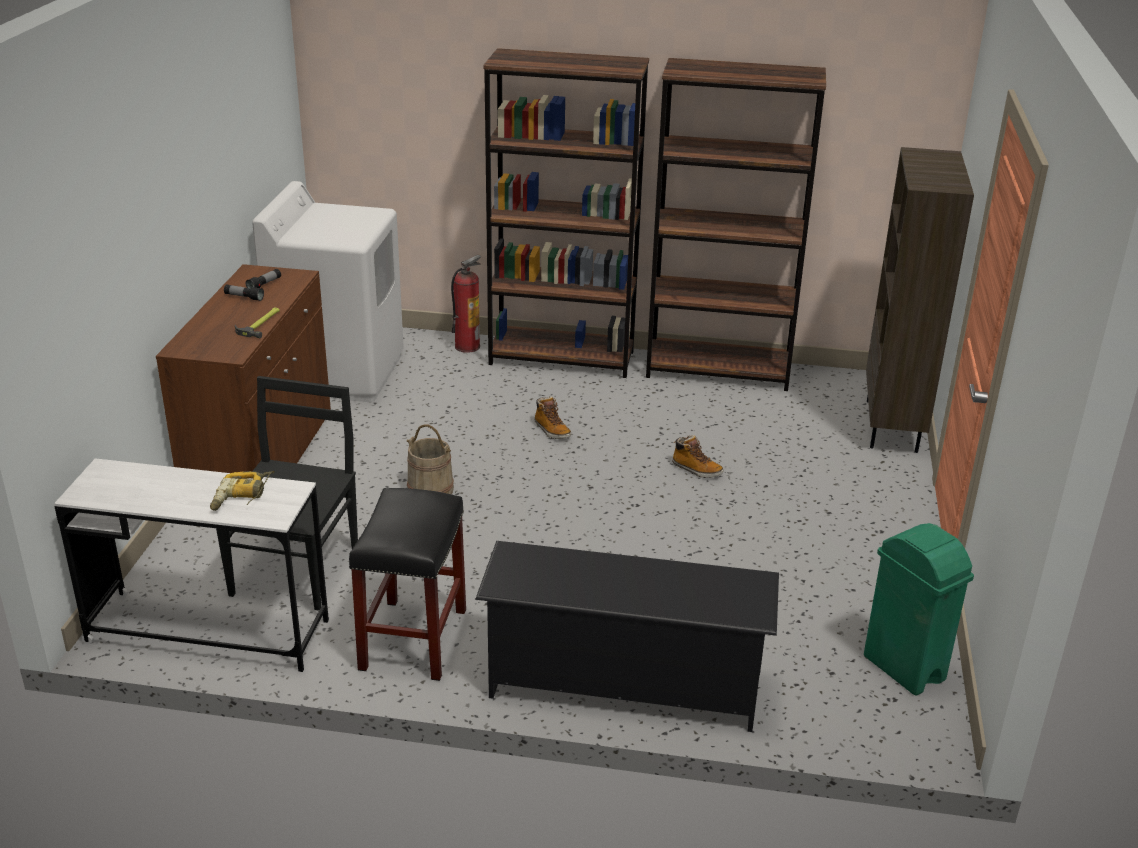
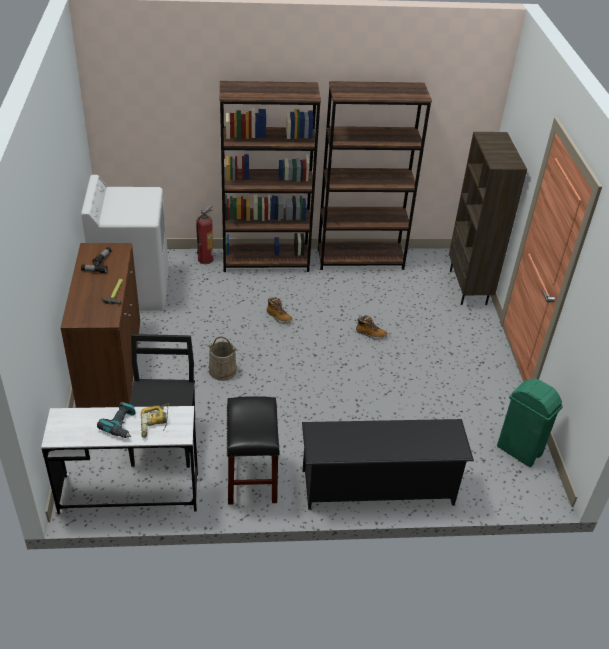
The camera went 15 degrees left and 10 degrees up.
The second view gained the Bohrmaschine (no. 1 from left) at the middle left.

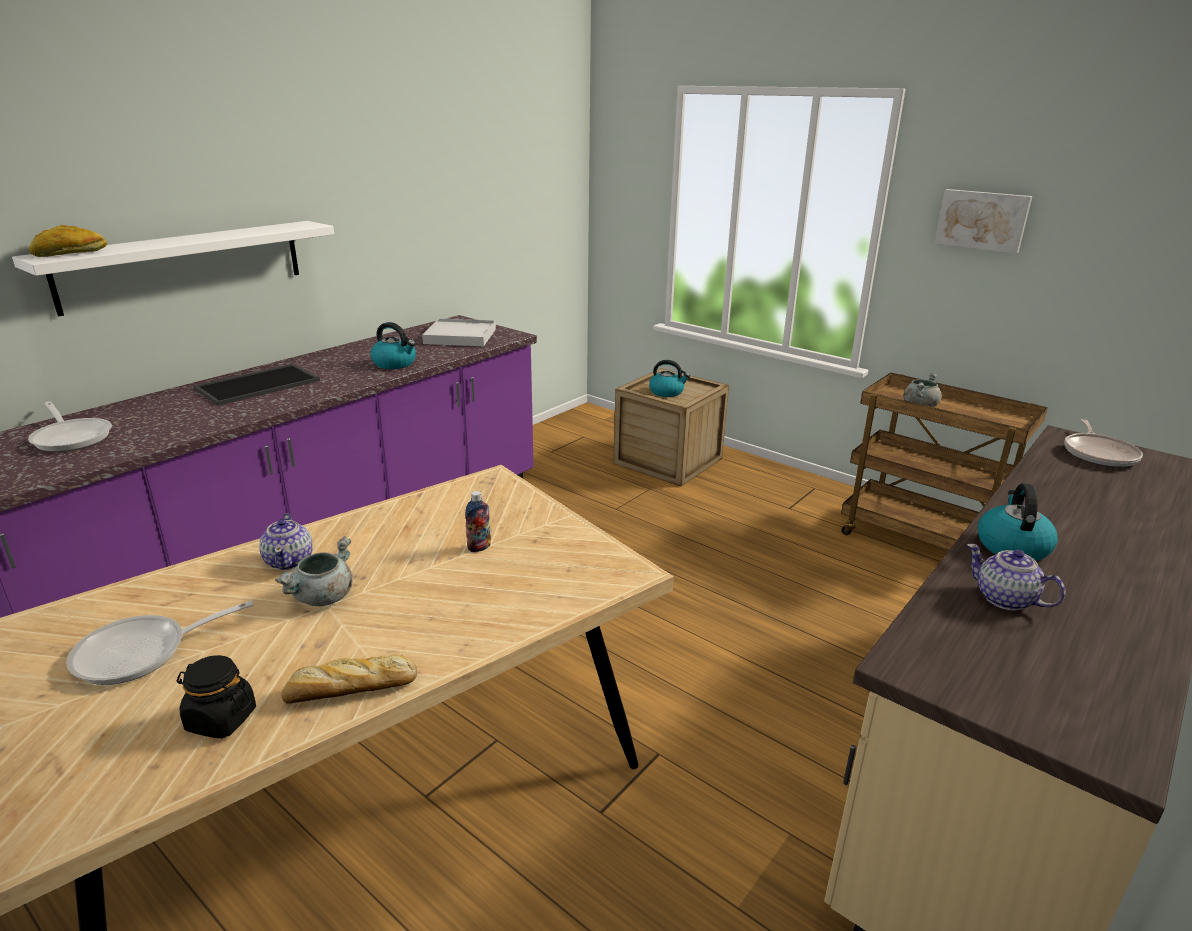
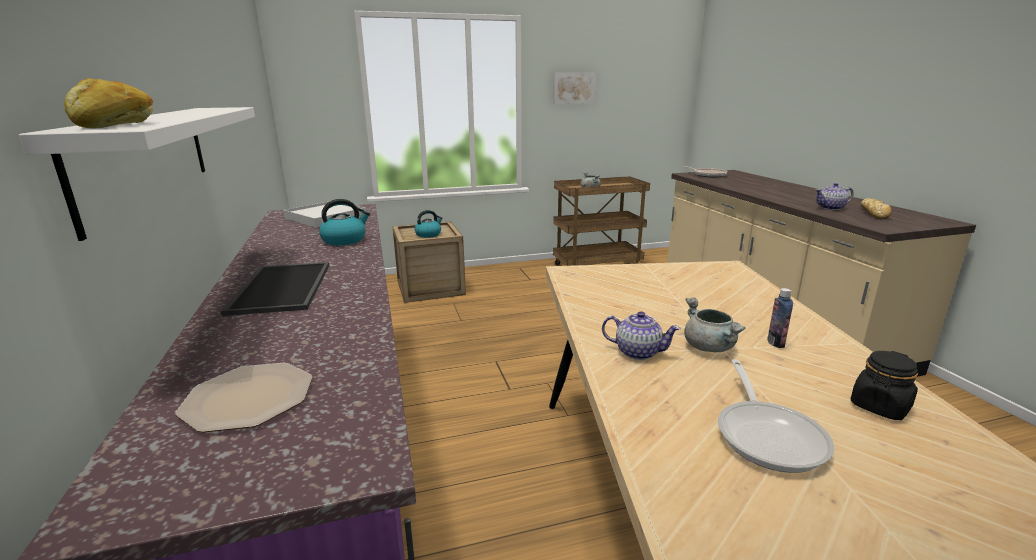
The camera went 55 degrees left and 5 degrees down.
Where the Pfanne (no. 1 from left) stood at the middle left, the Teller came to stand at the bottom left.
The Flasche ended up elsewhere, having gone from the centre to the middle right.
The Brot (no. 2 from left) ended up elsewhere, having gone from the bottom left to the middle right.
The second view lost the Wasserkessel (no. 3 from left) at the middle right.

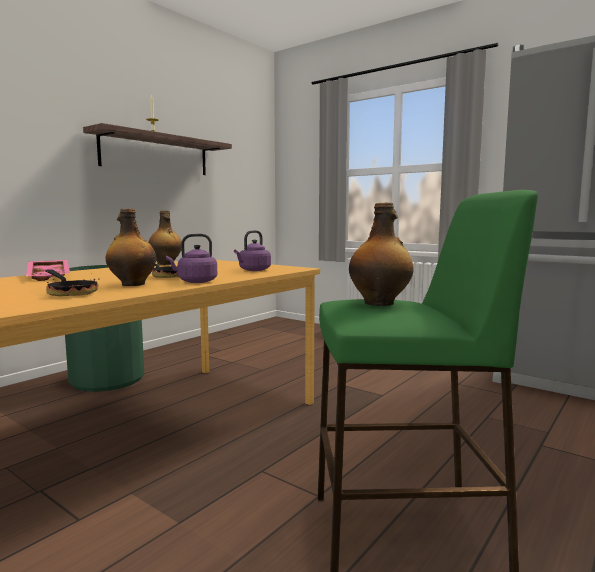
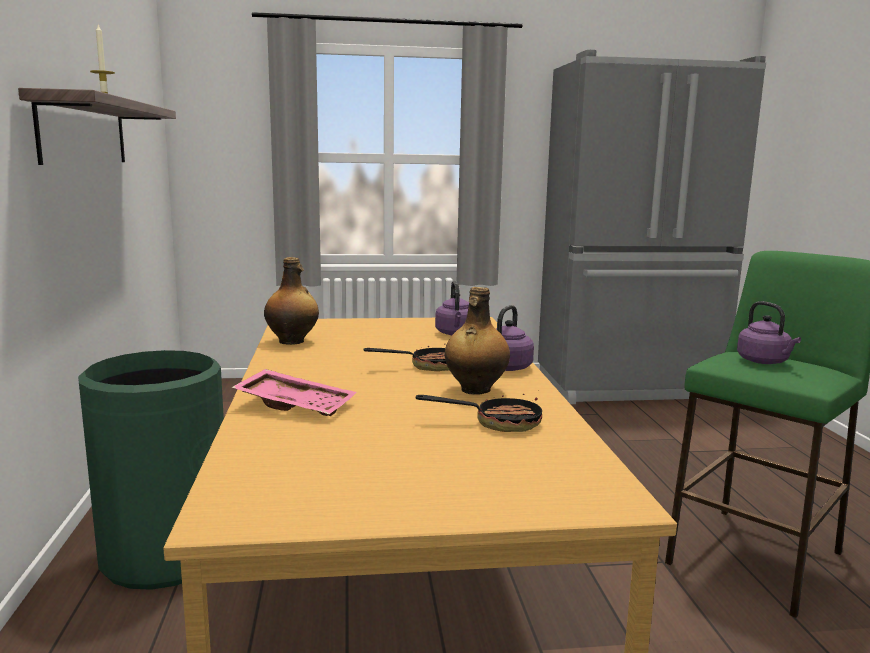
The camera went 45 degrees left and 5 degrees up.
Where the Flasche (no. 3 from left) stood at the centre, the Wasserkessel (lila) (no. 3 from left) came to stand at the middle right.

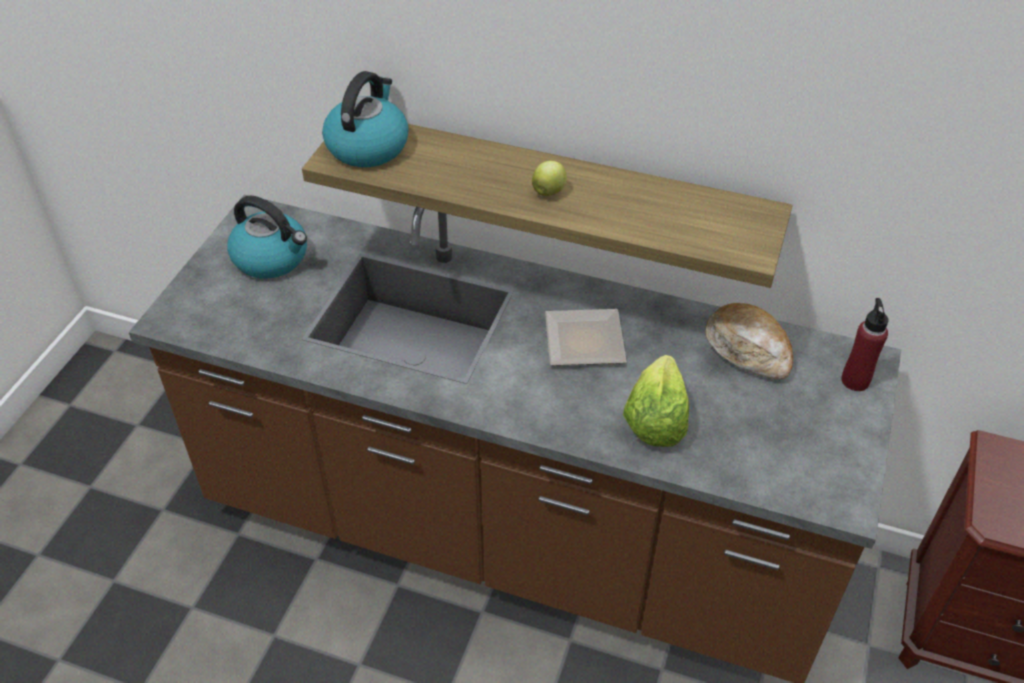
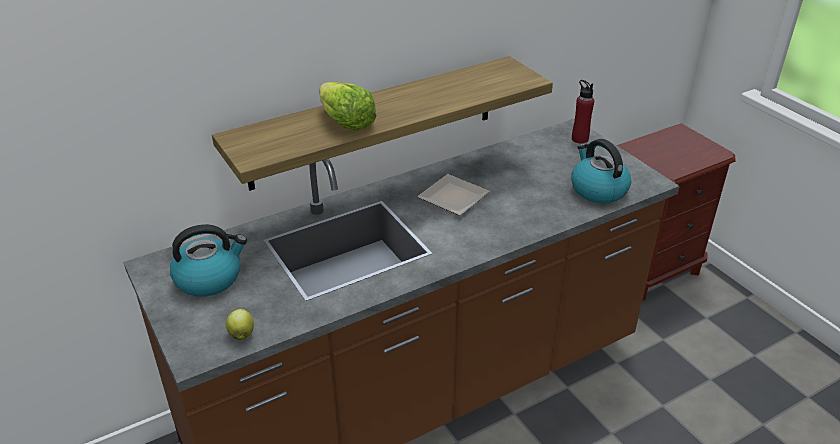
The camera went 50 degrees left and 10 degrees down.
The Apfel ended up elsewhere, having gone from the top centre to the bottom left.
The Salatkopf ended up elsewhere, having gone from the centre to the top centre.
The Wasserkessel (no. 2 from left) ended up elsewhere, having gone from the top centre to the middle right.
The second view lost the Brot at the middle right.

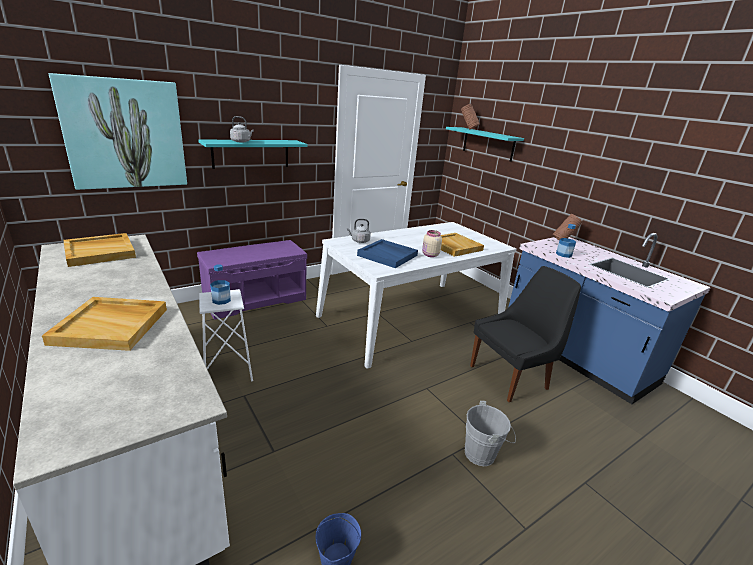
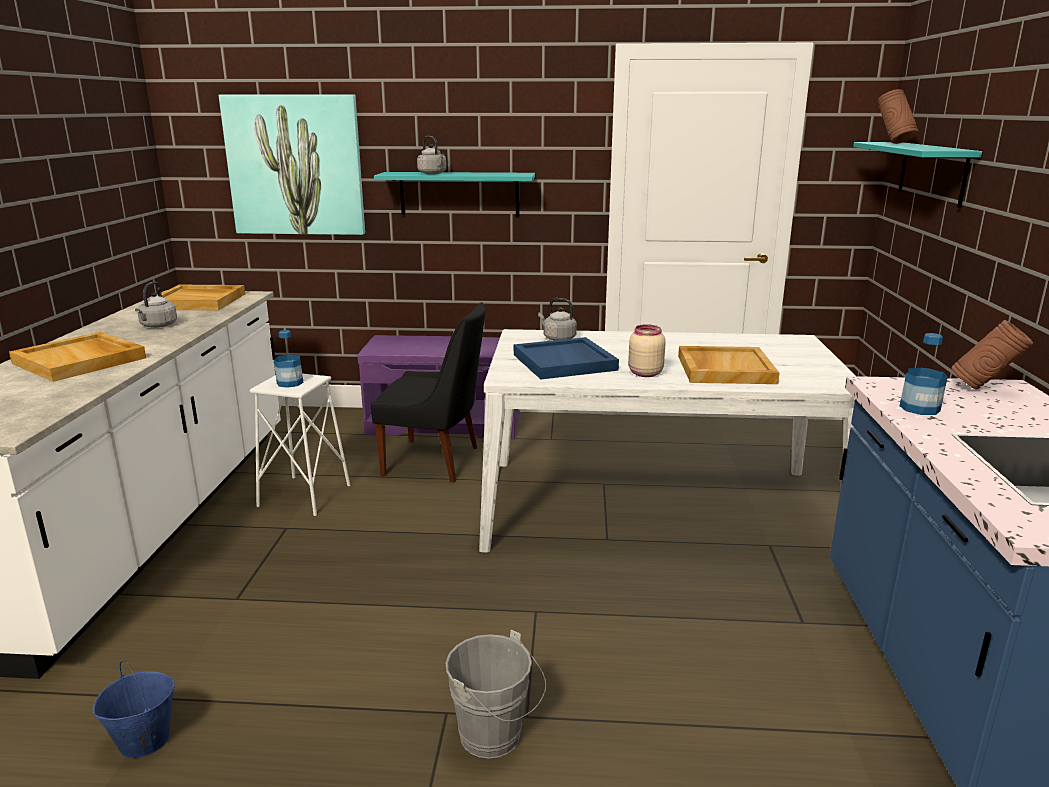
The camera went 40 degrees right and 5 degrees down.
The second view gained the Wasserkessel (grau) (no. 1 from left) at the middle left.
The Stuhl (schwarz) ended up elsewhere, having gone from the middle right to the centre.

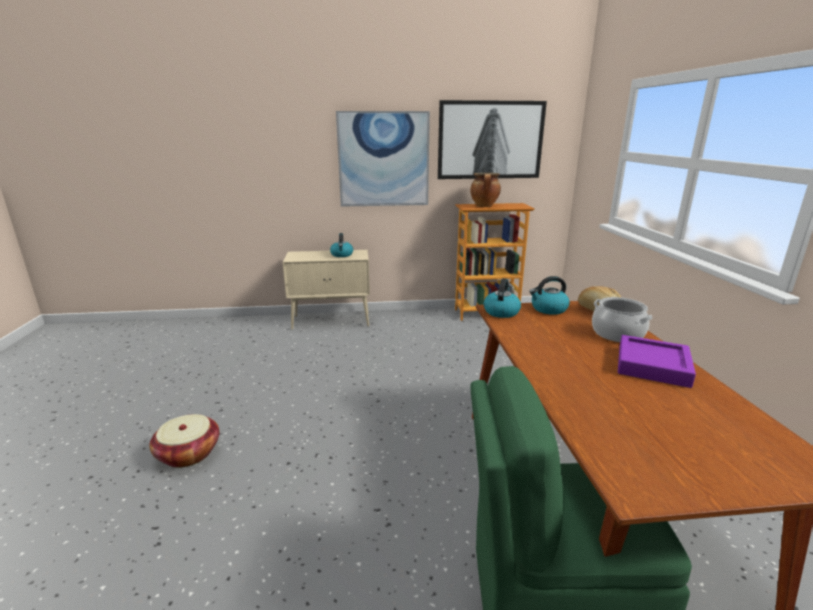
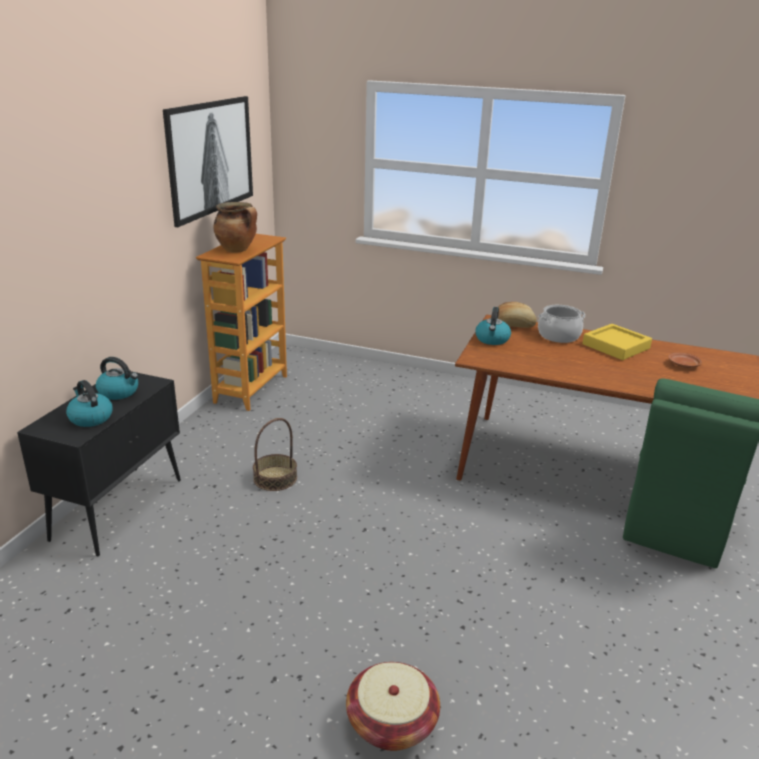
The camera went 65 degrees left and 5 degrees up.
What was the Schrank (beige) at the centre turned into the Schrank (schwarz) at the middle left.
The Wasserkessel (no. 2 from left in the first image) ended up elsewhere, having gone from the centre to the middle left.
The second view gained the Korb (no. 1 from left) at the centre.
What was the Tablett (lila) at the middle right turned into the Tablett (gelb) at the middle right.
The second view gained the Teller (braun) at the middle right.
The second view lost the Bild (no. 1 from left) at the top centre.

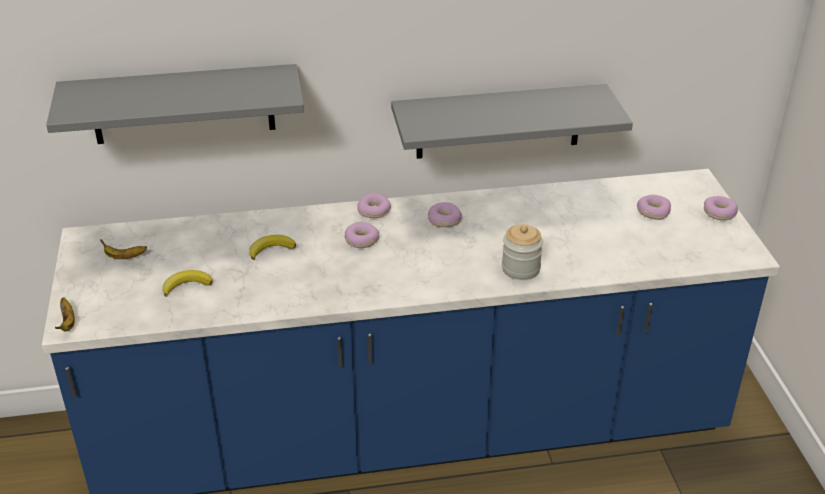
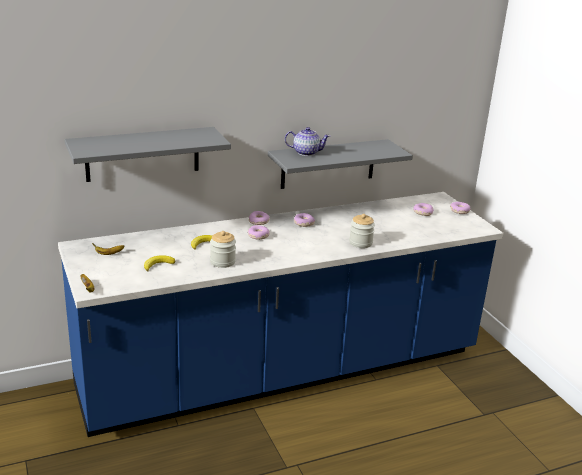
The camera went 15 degrees left and 10 degrees down.
The second view gained the Vorratsglas (no. 1 from left) at the centre.
The second view gained the Teekanne at the top centre.

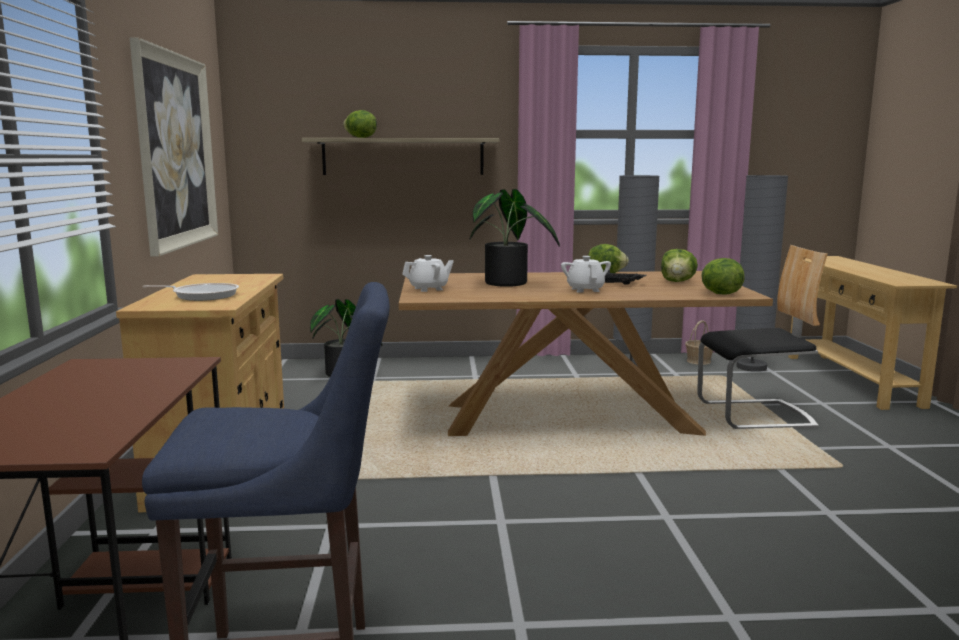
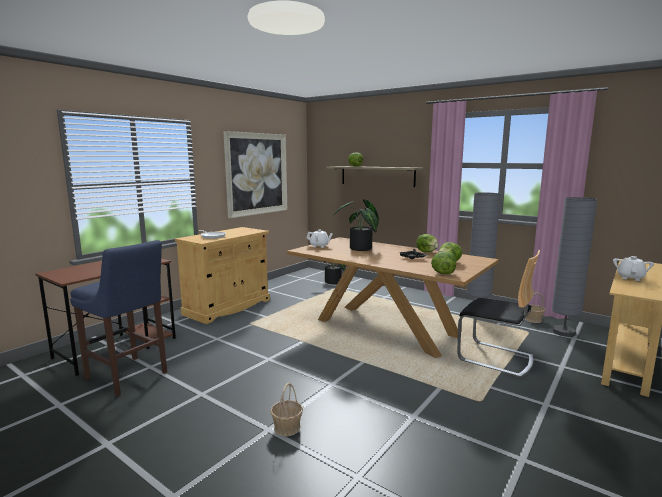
The camera went 40 degrees right and 0 degrees up.
The second view gained the Korb (no. 1 from left) at the bottom centre.
The Teekanne (weiß) (no. 2 from left) ended up elsewhere, having gone from the centre to the middle right.

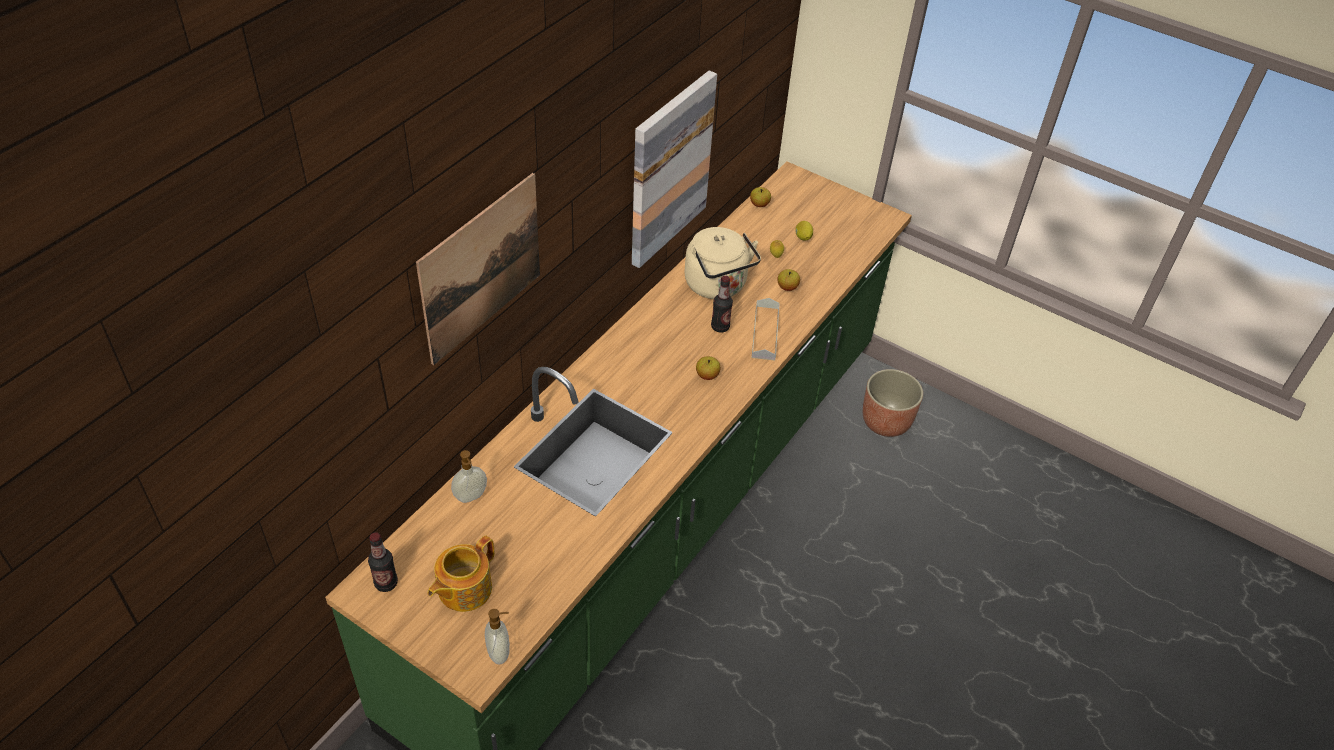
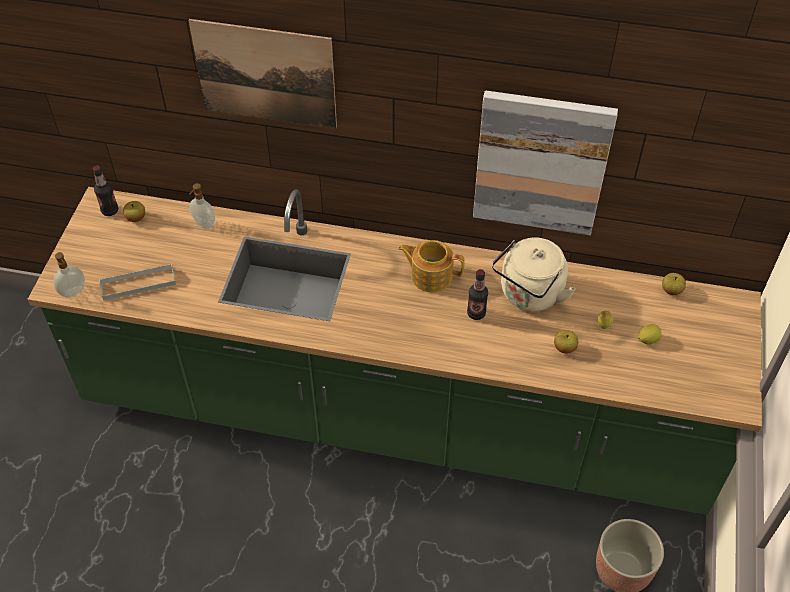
The camera went 70 degrees right and 5 degrees up.
The Tablett (grau) ended up elsewhere, having gone from the centre to the middle left.
The Apfel (no. 1 from left) ended up elsewhere, having gone from the centre to the middle left.
The Teekanne ended up elsewhere, having gone from the bottom centre to the centre.

